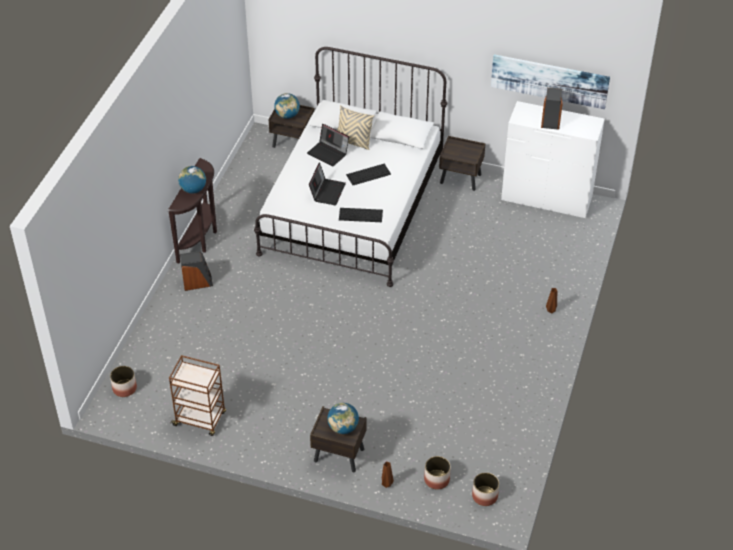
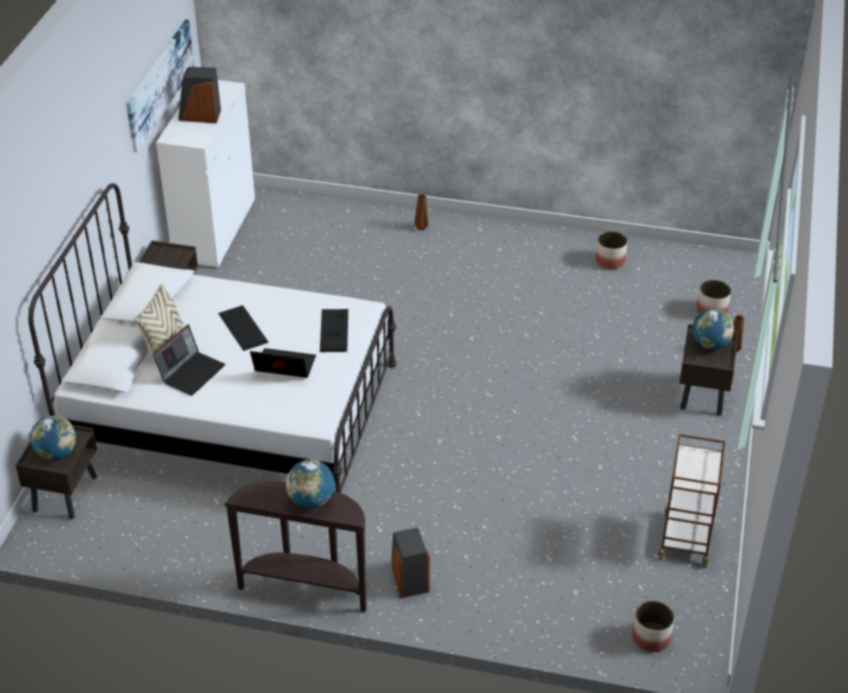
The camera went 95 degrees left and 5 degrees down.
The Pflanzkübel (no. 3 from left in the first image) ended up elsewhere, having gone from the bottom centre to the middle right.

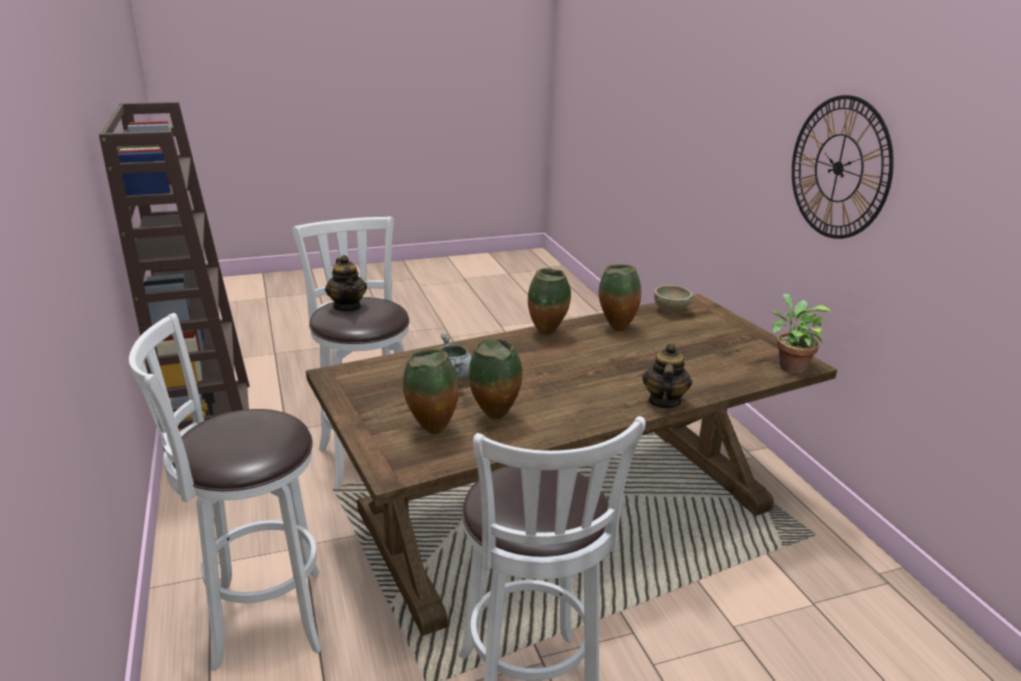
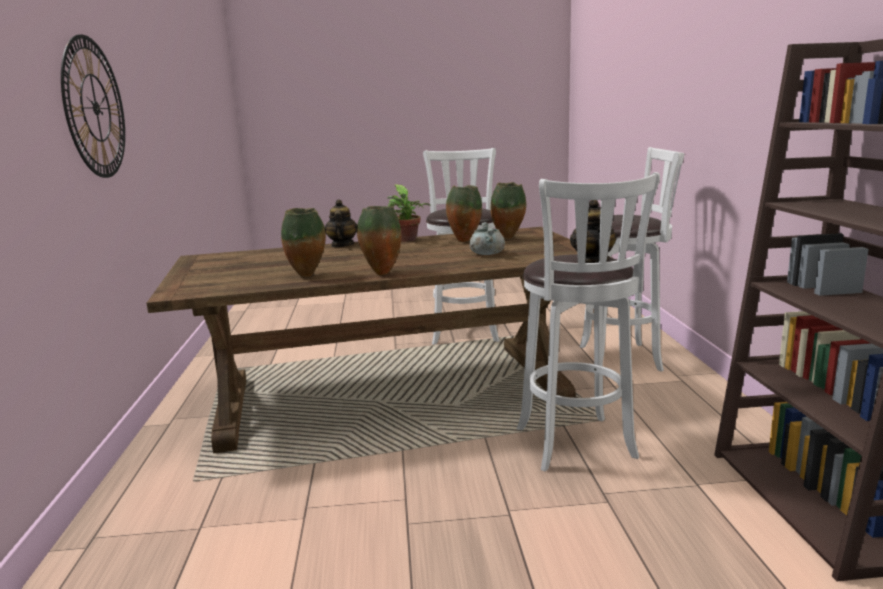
The camera went 165 degrees left and 10 degrees down.
The Teekanne (no. 2 from left in the first image) at the centre ended up facing another way, 150 degrees clockwise from before.
The Topfpflanze ended up elsewhere, having gone from the middle right to the centre.
The second view lost the Schüssel (beige) at the centre.

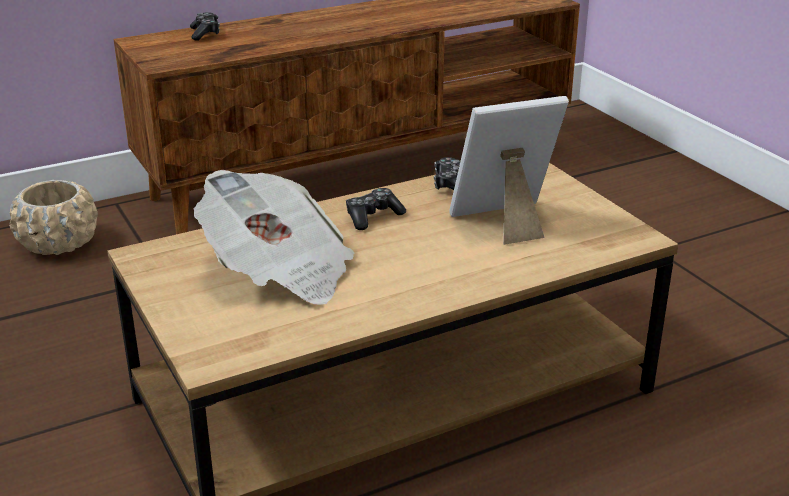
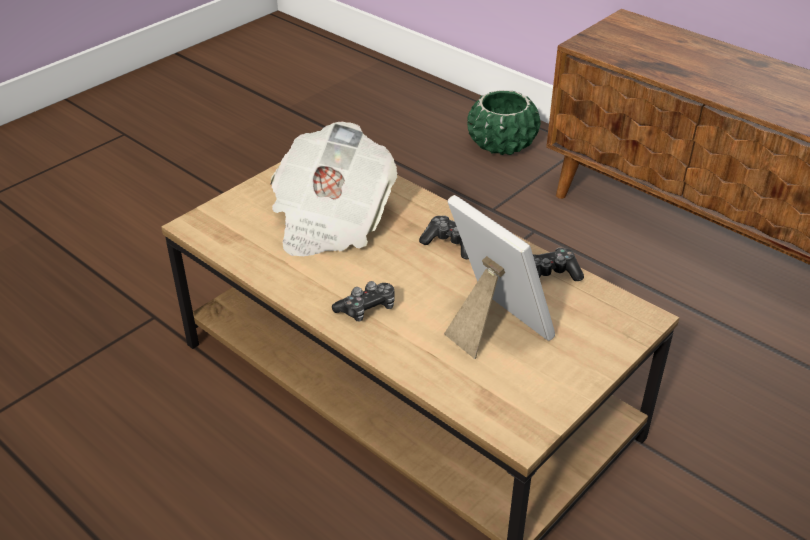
The camera went 70 degrees right and 10 degrees up.
The Gamepad (no. 1 from left) ended up elsewhere, having gone from the top left to the centre.
What was the Pflanzkübel (beige) at the middle left turned into the Pflanzkübel (grün) at the top centre.

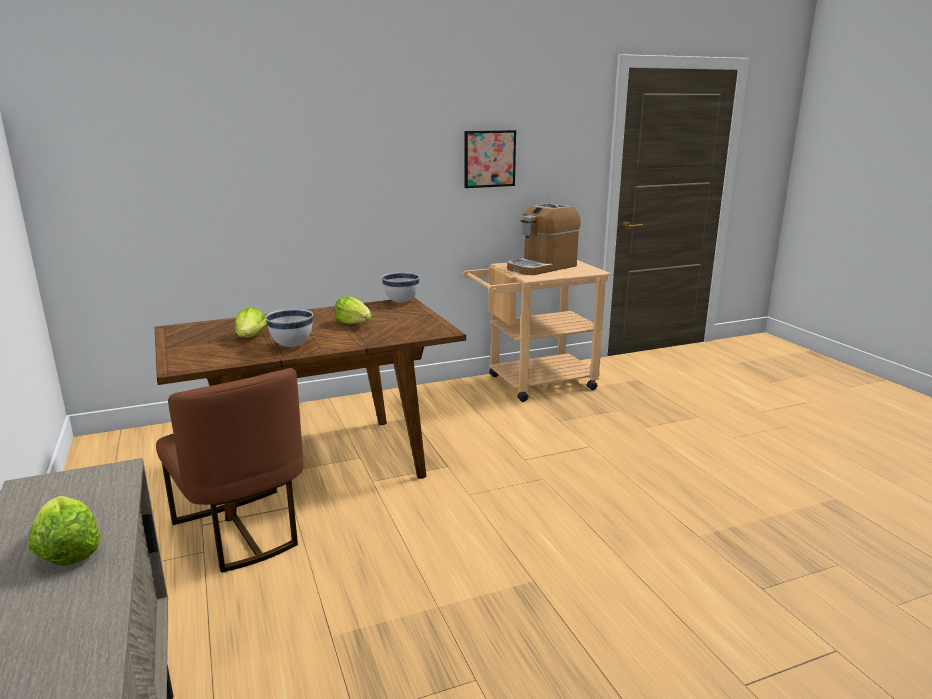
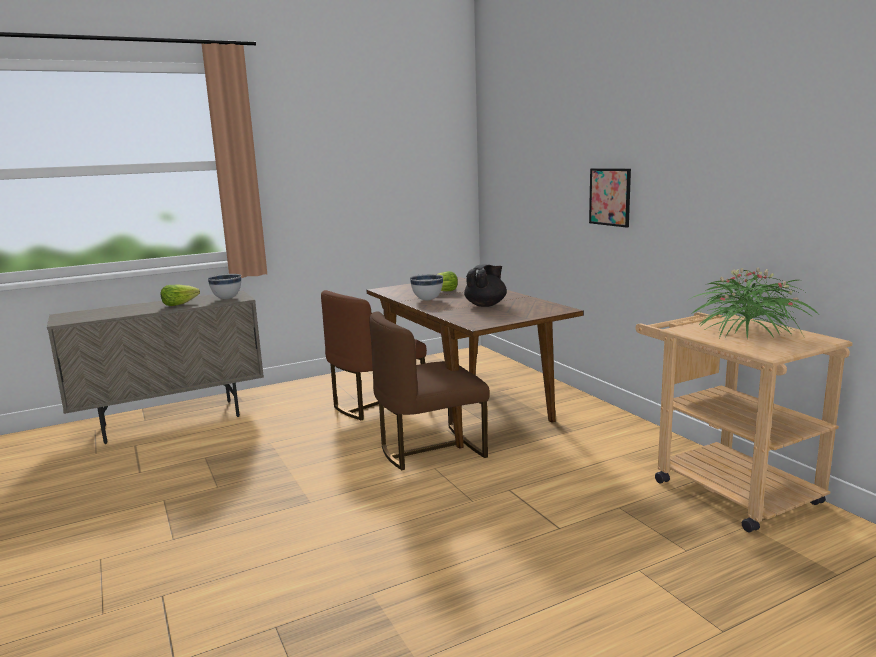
The camera went 85 degrees right and 5 degrees down.
The Schüssel (weiß) (no. 2 from left in the first image) ended up elsewhere, having gone from the centre to the middle left.
The second view gained the Stuhl (braun) (no. 2 from left) at the centre.
Where the Salatkopf (no. 3 from left) stood at the centre, the Teekanne (schwarz) came to stand at the centre.
The Bild ended up elsewhere, having gone from the top centre to the top right.
Where the Kaffeemaschine stood at the centre, the Topfpflanze came to stand at the middle right.

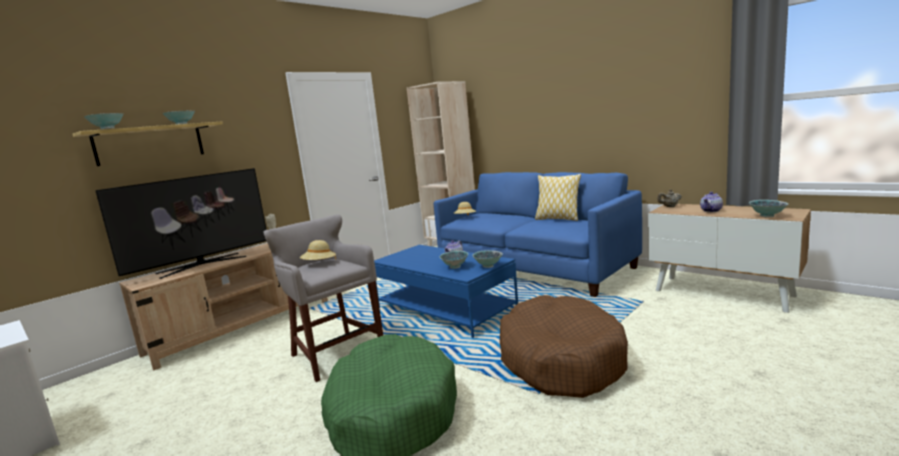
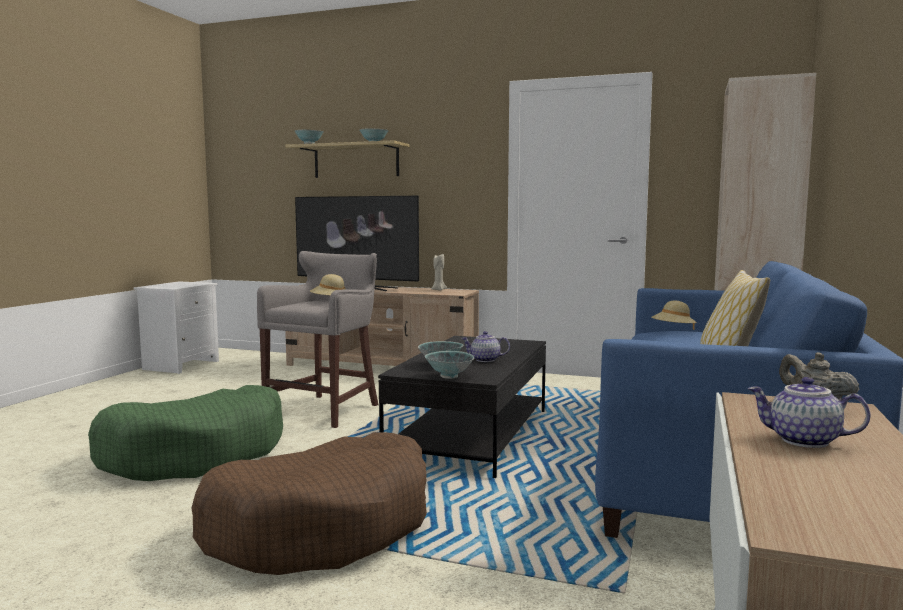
The camera went 65 degrees right and 5 degrees down.
What was the Couchtisch (blau) at the centre turned into the Couchtisch (schwarz) at the bottom centre.
The second view lost the Schüssel (no. 5 from left) at the middle right.

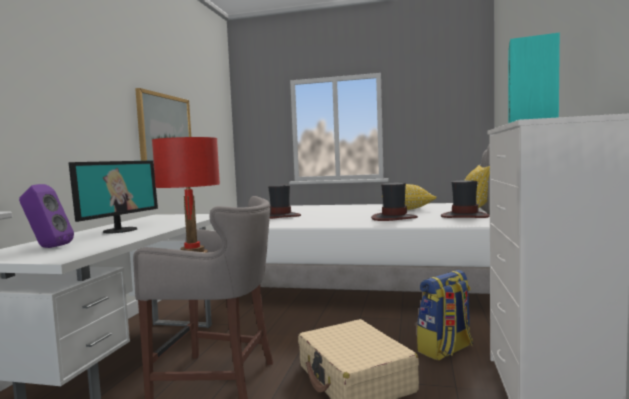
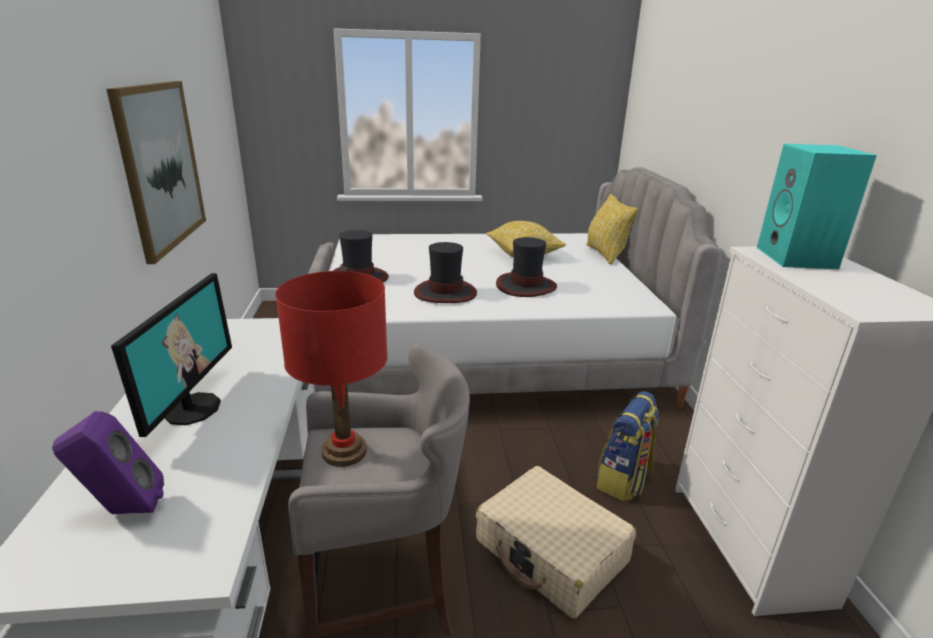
The camera went 20 degrees left and 20 degrees up.
The Hut (no. 3 from left in the first image) ended up elsewhere, having gone from the middle right to the centre.

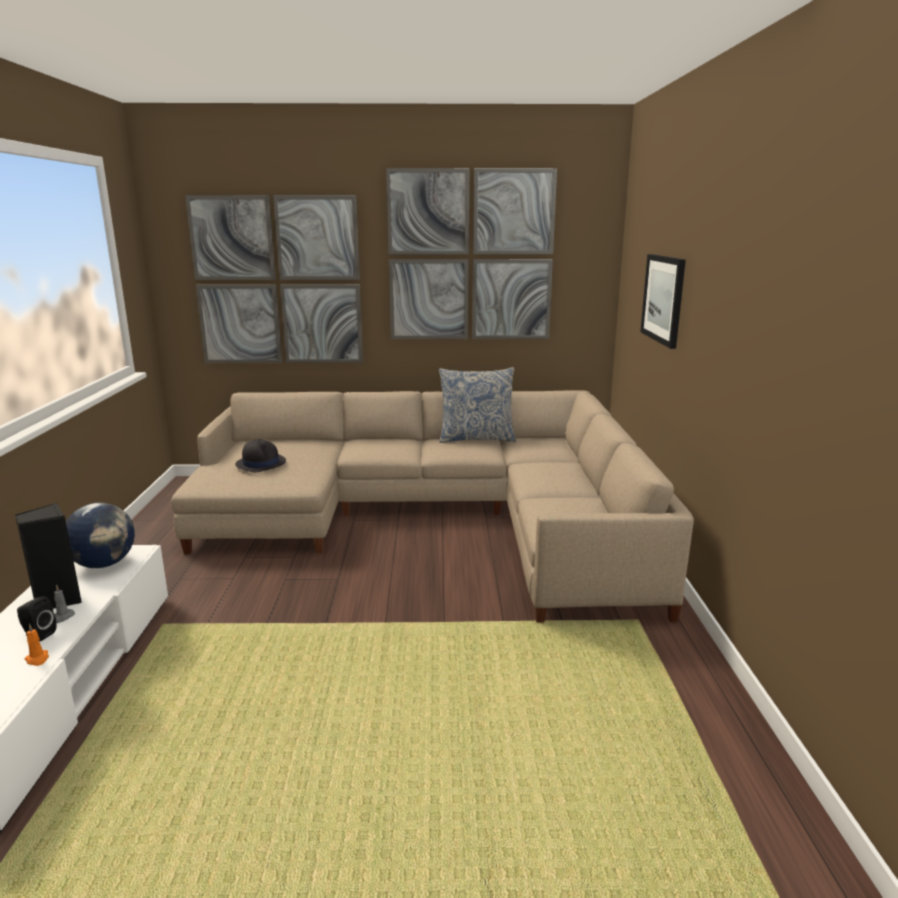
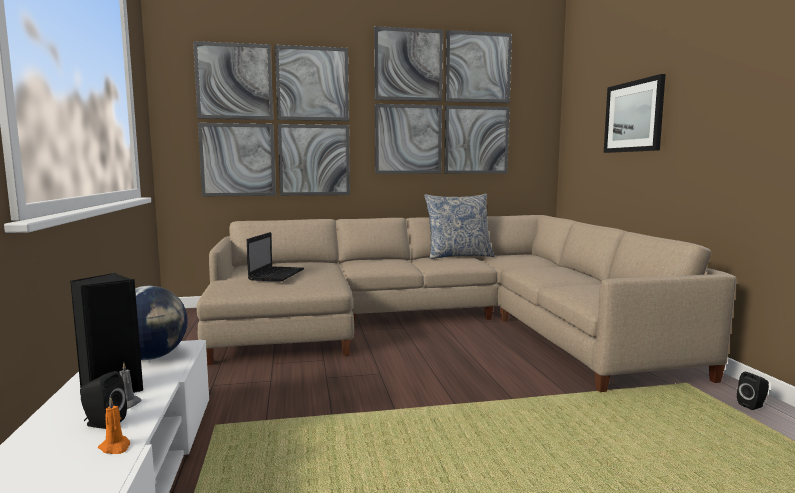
The camera went 10 degrees left and 10 degrees down.
Where the Hut (schwarz) stood at the middle left, the Laptop came to stand at the centre.
The second view gained the Lautsprecher (schwarz) (no. 3 from left) at the bottom right.

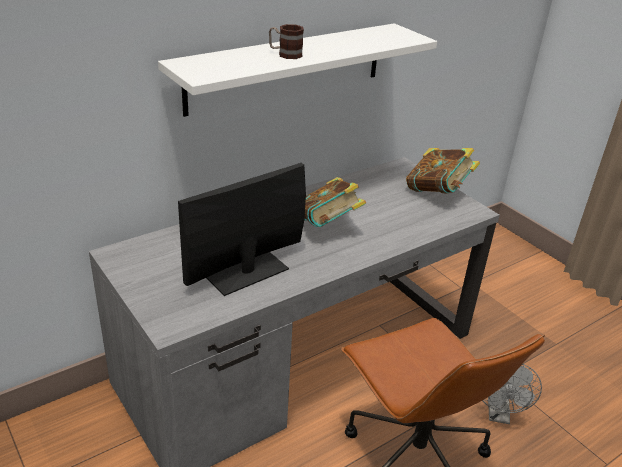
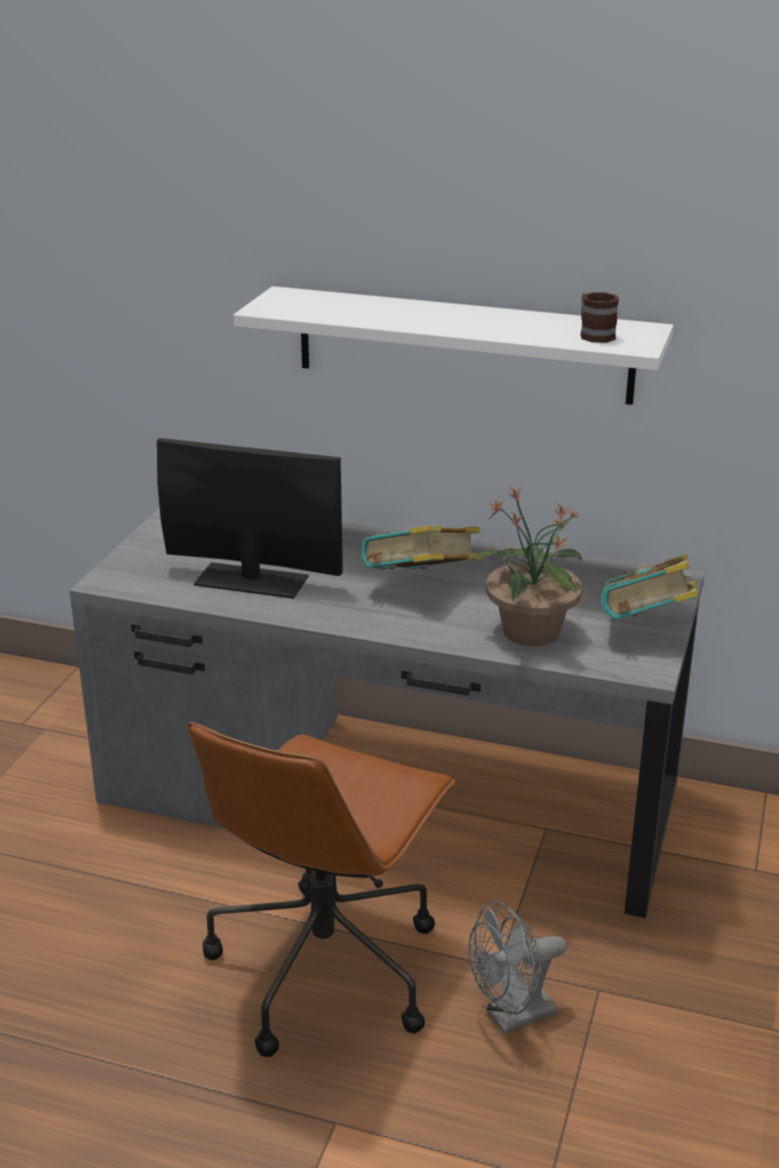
The camera went 55 degrees right and 5 degrees down.
The second view gained the Topfpflanze at the middle right.
The Henkelbecher ended up elsewhere, having gone from the top centre to the top right.

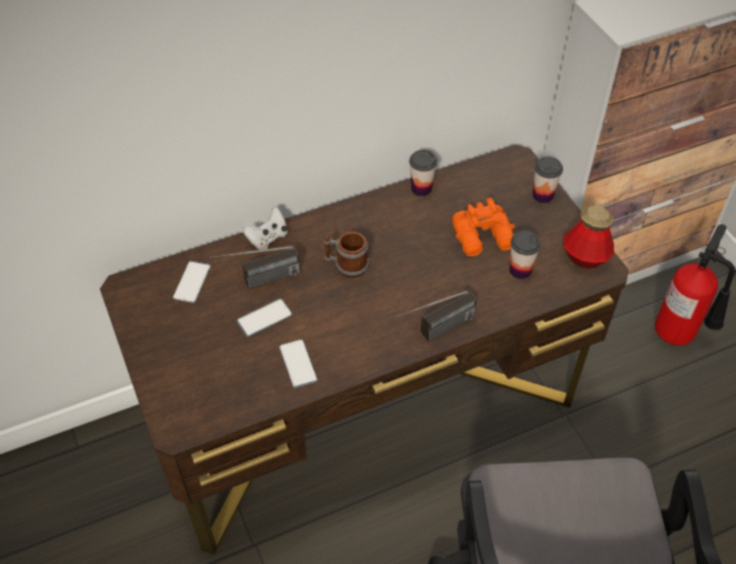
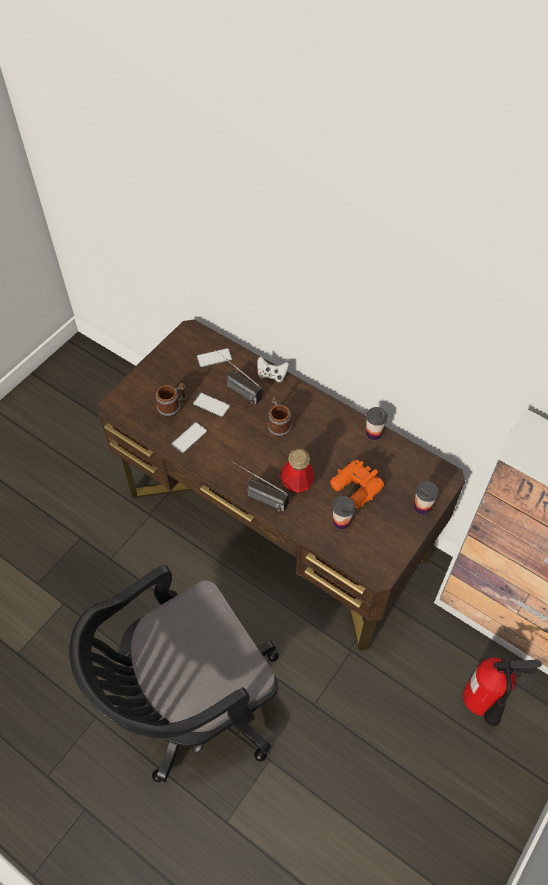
The camera went 60 degrees right and 5 degrees up.
The second view gained the Henkelbecher (no. 1 from left) at the middle left.
The Flasche ended up elsewhere, having gone from the middle right to the centre.

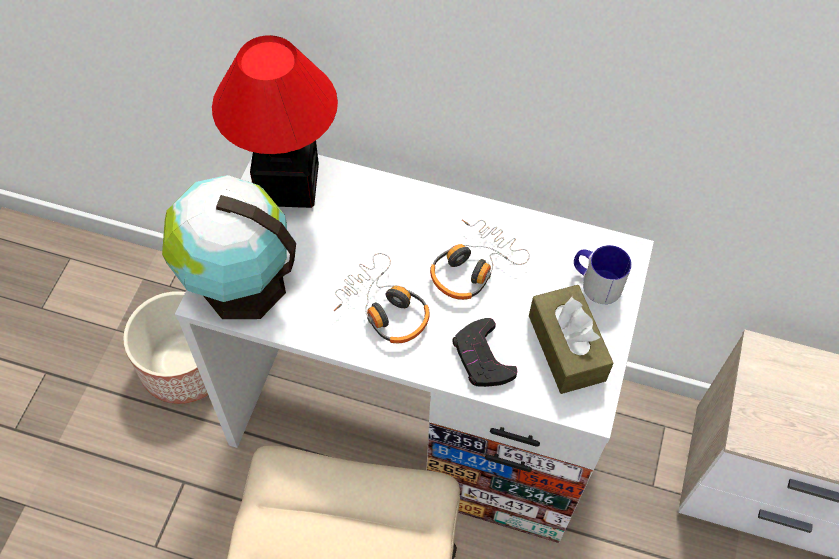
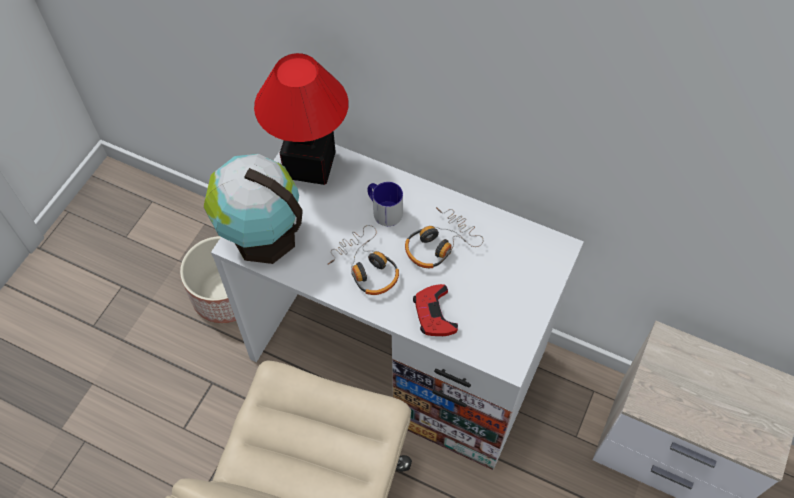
The camera went 10 degrees right and 0 degrees up.
The Henkelbecher ended up elsewhere, having gone from the middle right to the centre.
What was the Gamepad (schwarz) at the centre turned into the Gamepad (rot) at the centre.
The second view lost the Taschentuchbox (braun) at the middle right.

